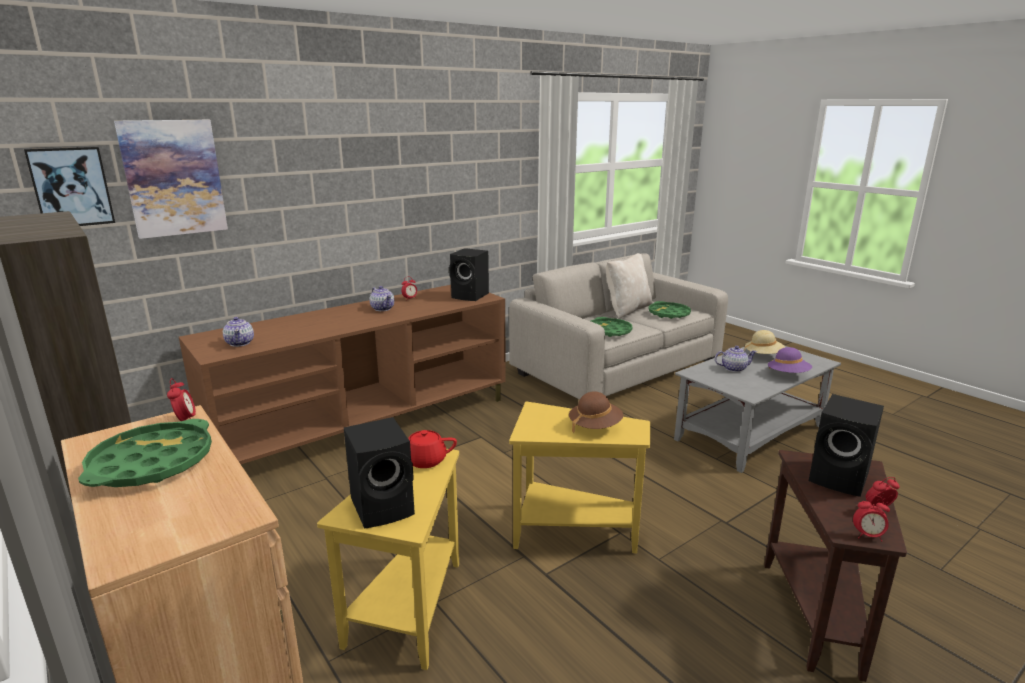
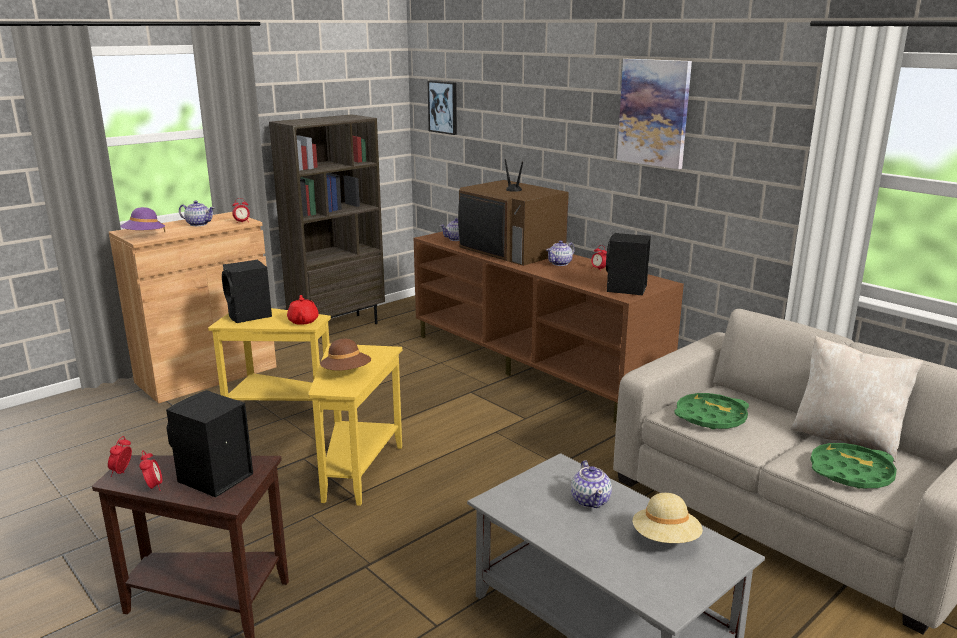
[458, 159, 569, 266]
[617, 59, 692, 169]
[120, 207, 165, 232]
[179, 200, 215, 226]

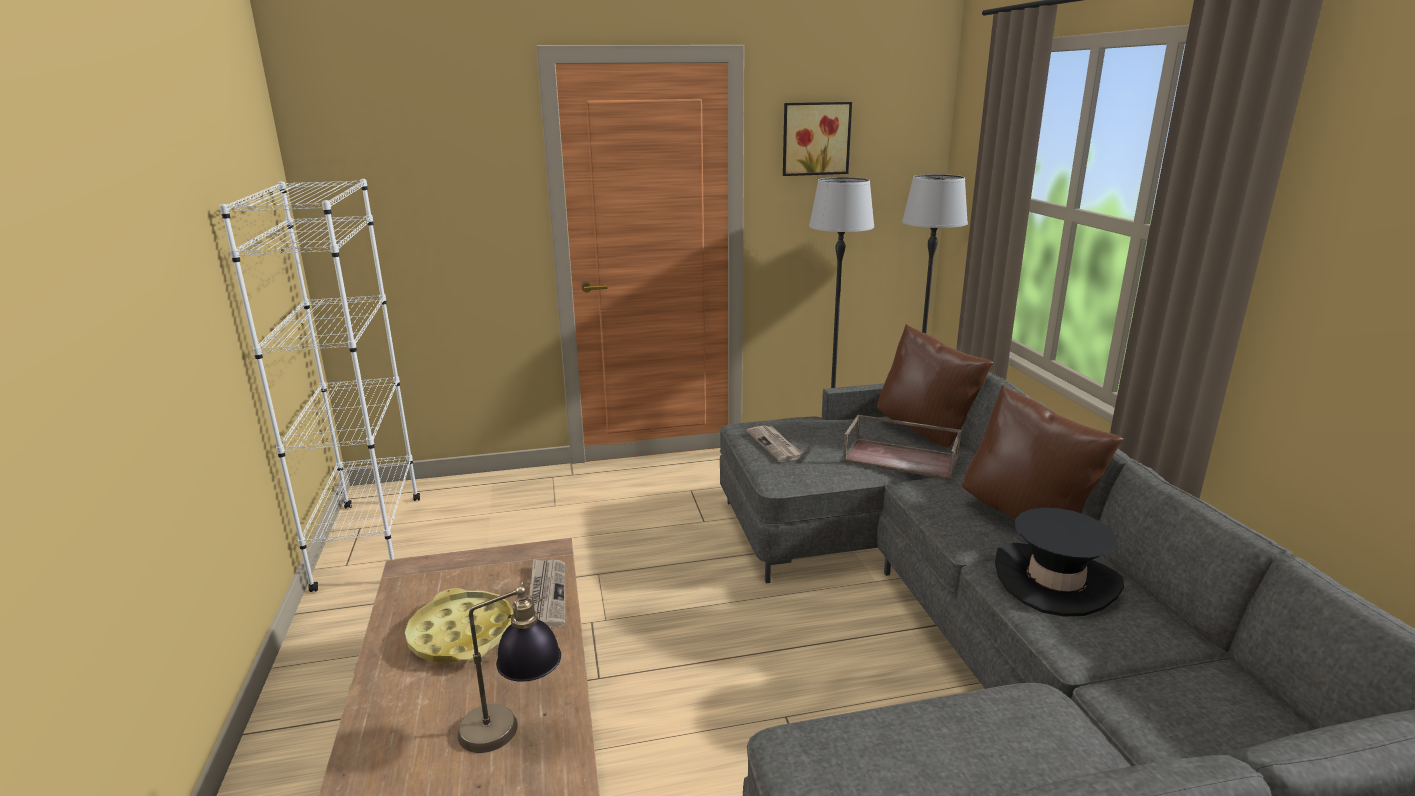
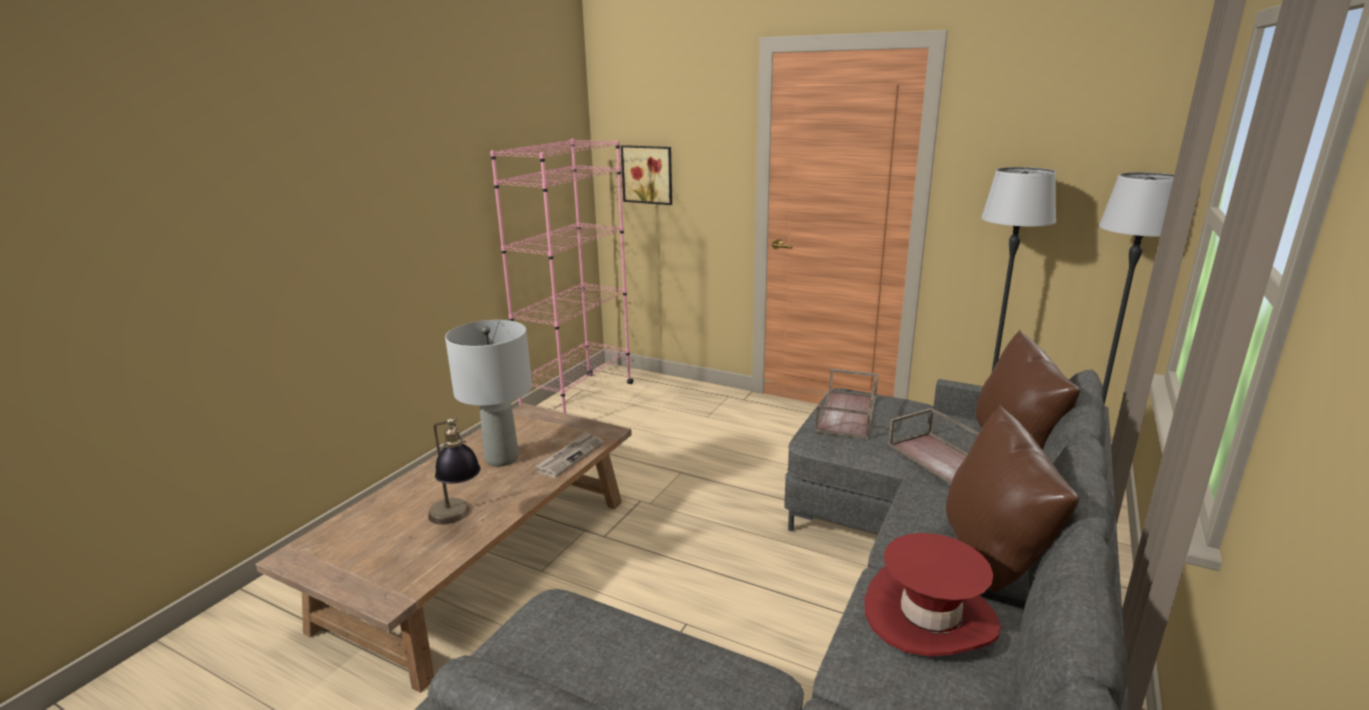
[621, 145, 672, 205]
[445, 320, 532, 467]
[815, 369, 878, 439]
[490, 139, 634, 413]
[864, 533, 1000, 656]

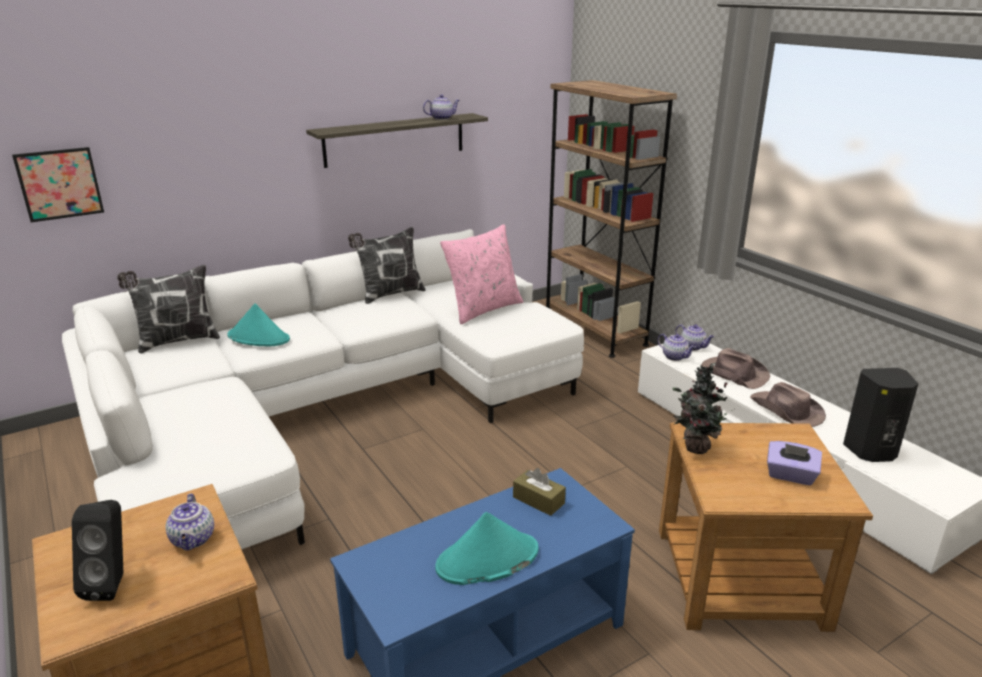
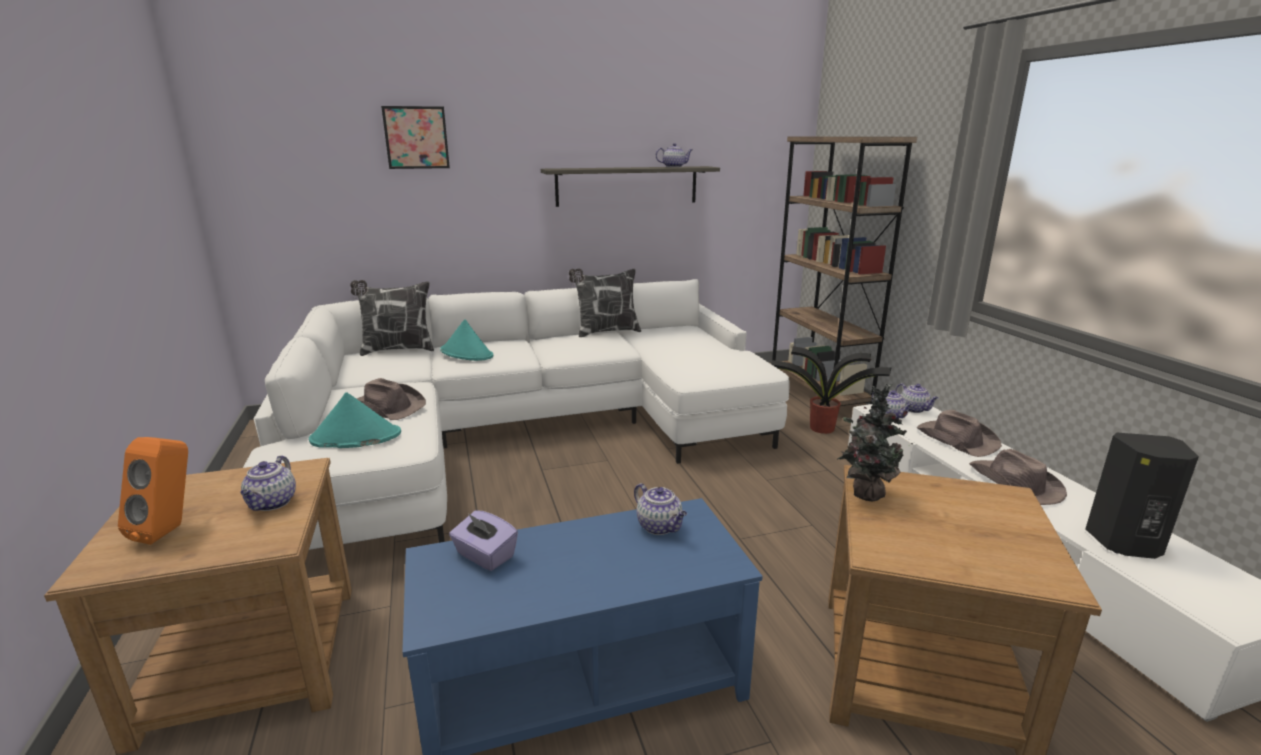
[440, 224, 523, 324] (first image)
[357, 378, 426, 420]
[771, 347, 891, 434]
[381, 106, 450, 169]
[309, 392, 401, 448]
[449, 510, 518, 571]
[634, 483, 687, 535]
[118, 437, 188, 545]

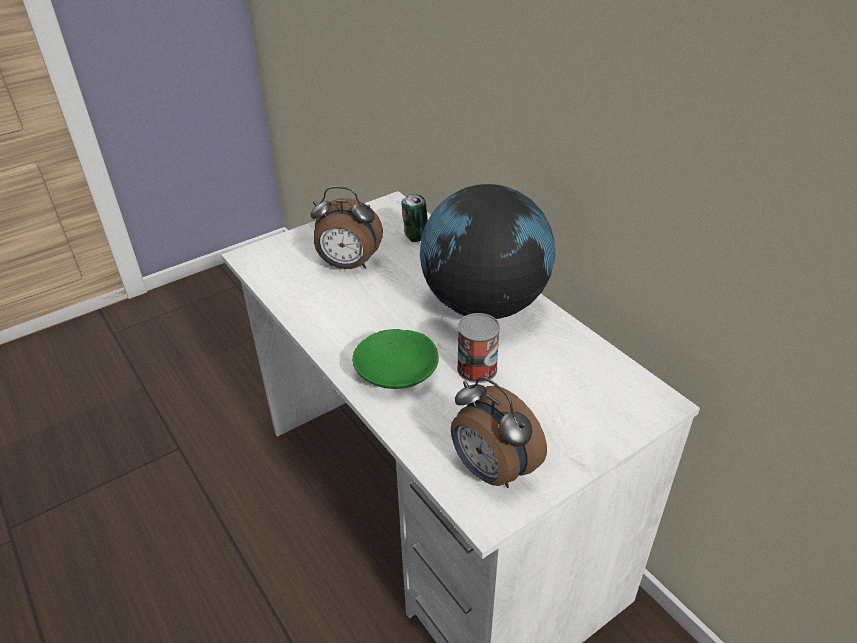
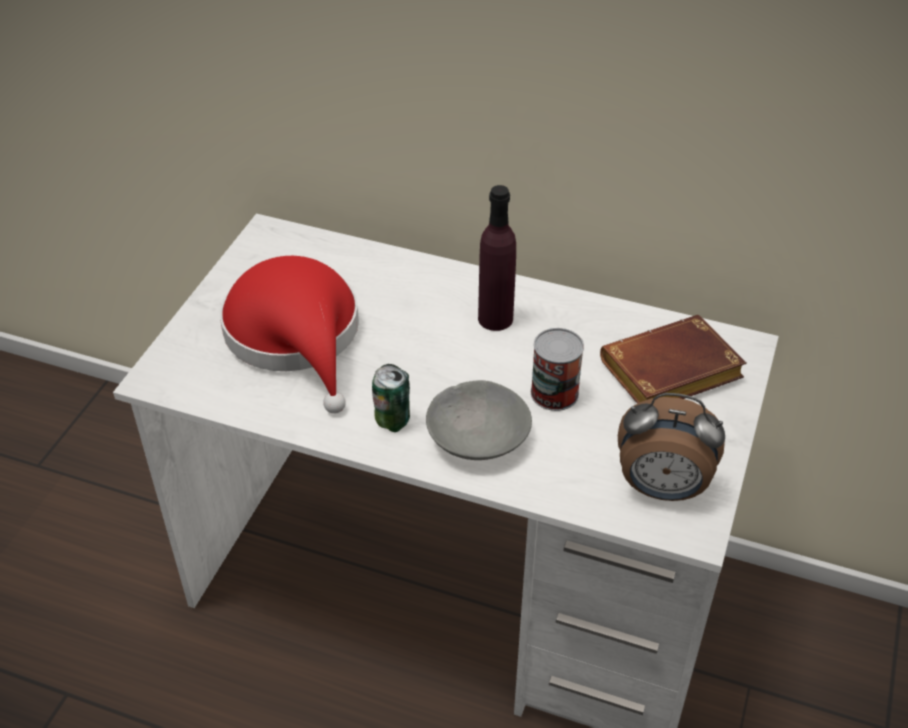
[600, 315, 747, 403]
[372, 364, 410, 432]
[220, 256, 359, 414]
[478, 185, 516, 331]
[426, 380, 532, 460]

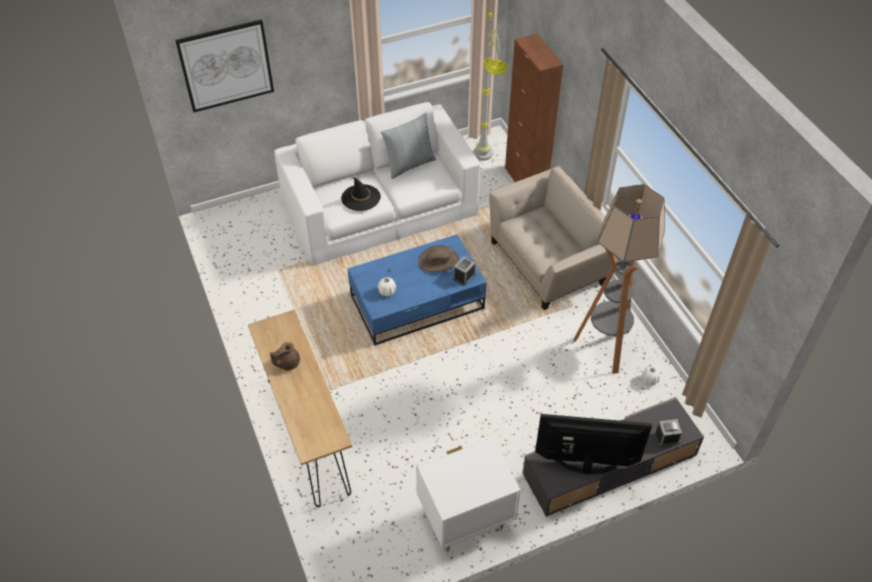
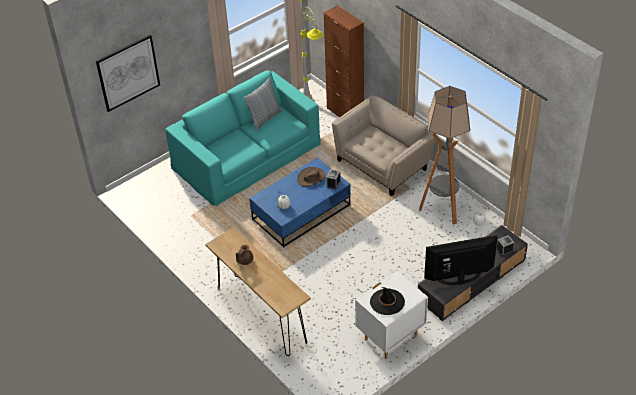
[370, 287, 405, 315]
[165, 70, 321, 206]

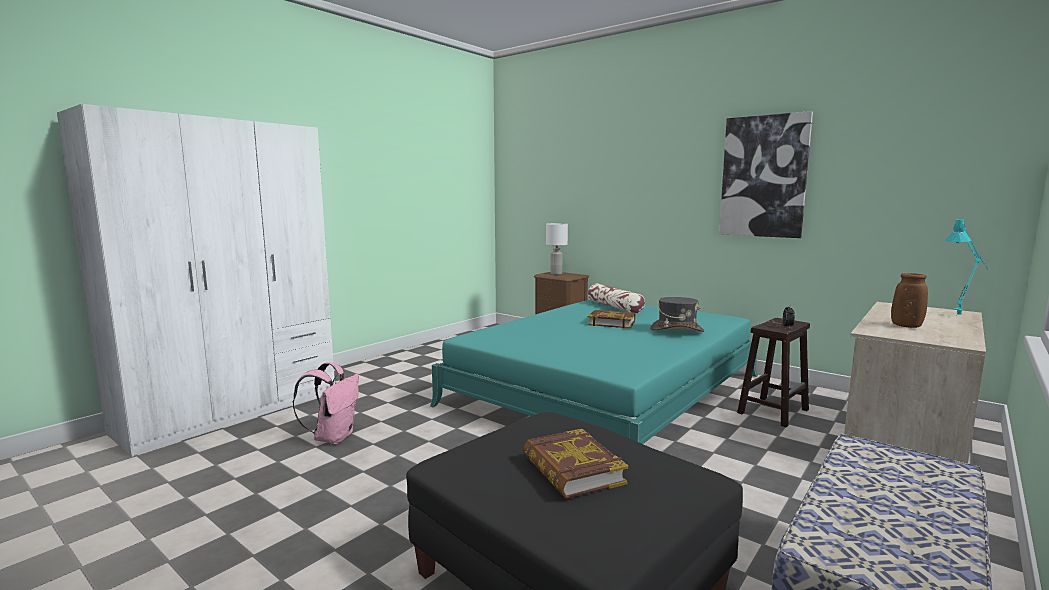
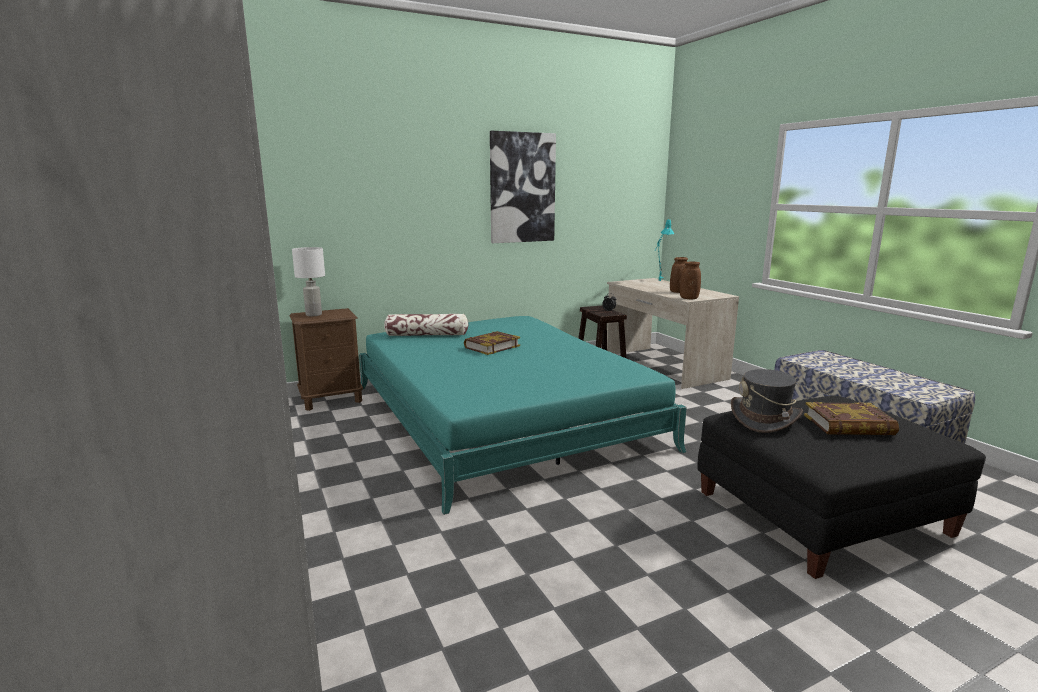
[293, 362, 359, 444] (first image)
[680, 262, 701, 299]
[731, 369, 803, 433]

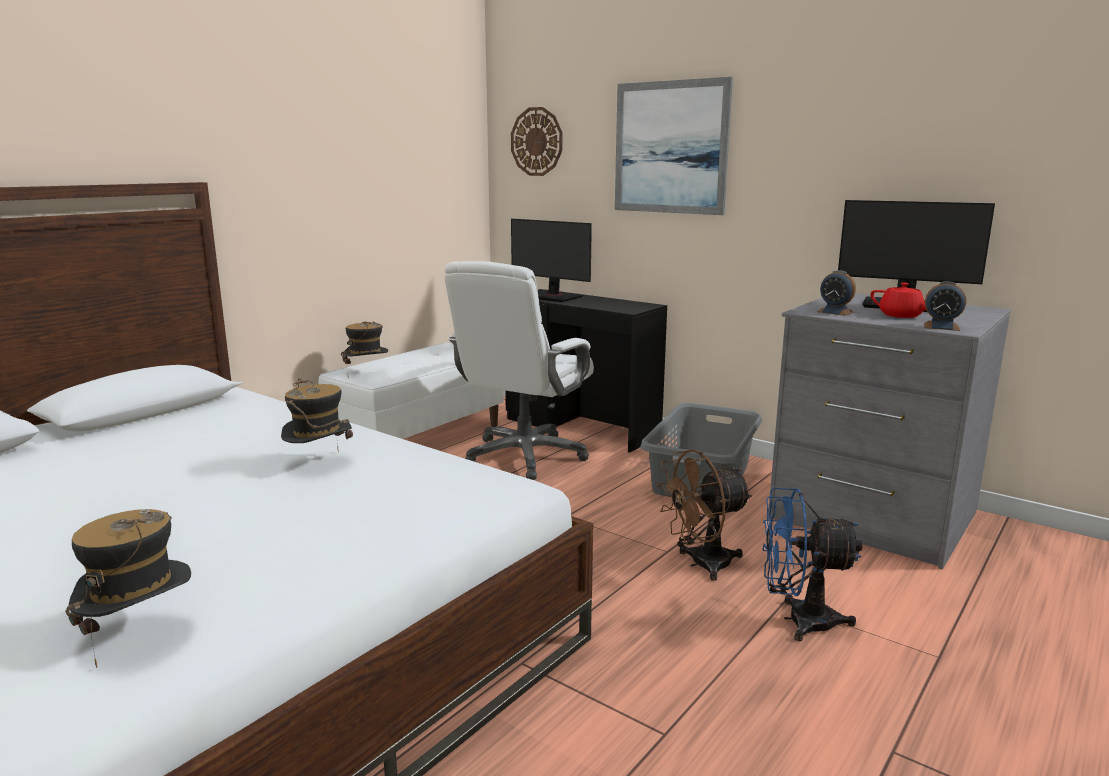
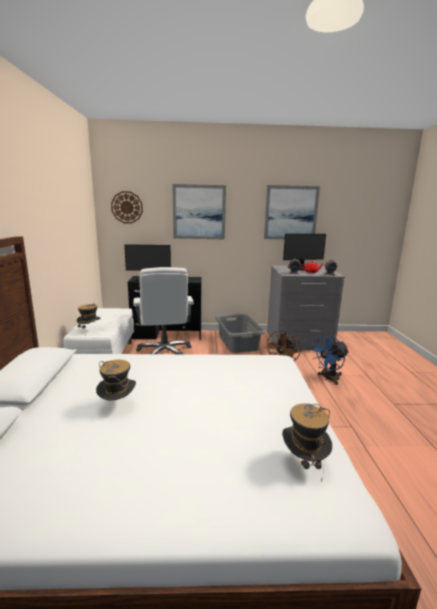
[264, 185, 320, 239]
[96, 360, 136, 400]

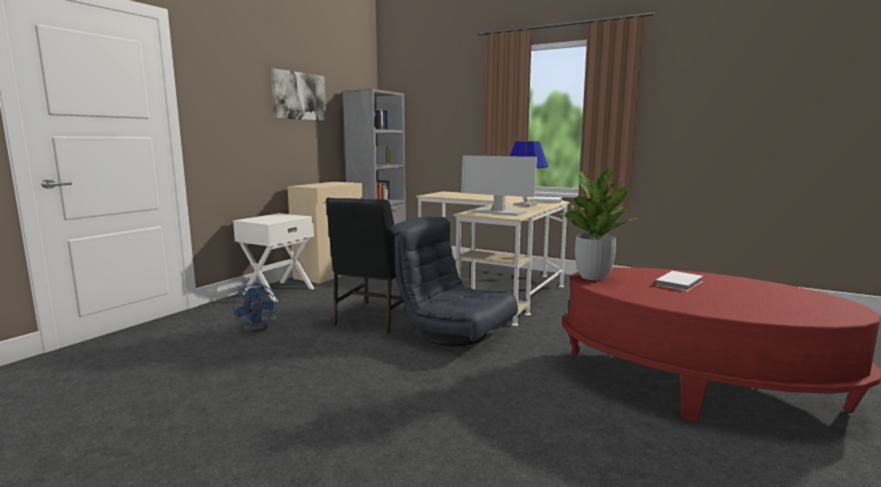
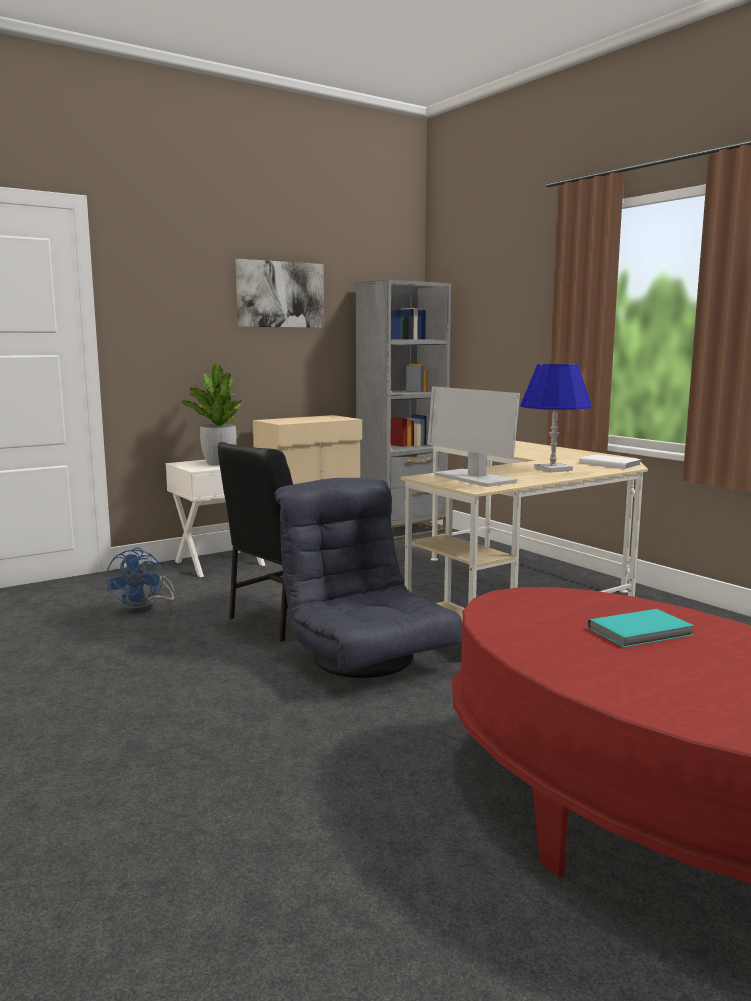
[181, 363, 243, 465]
[588, 609, 695, 647]

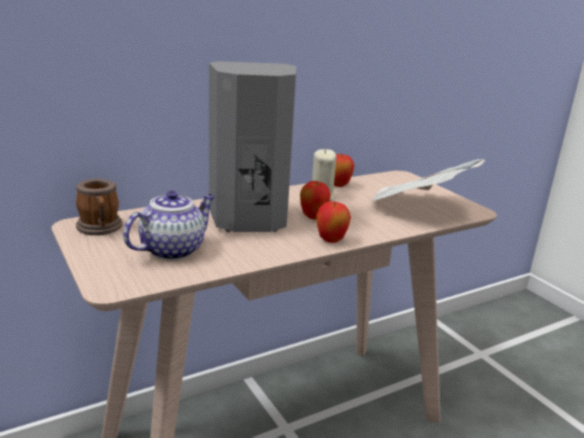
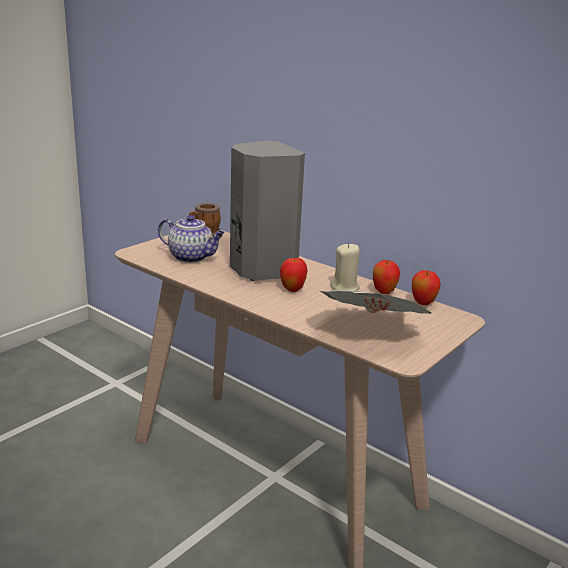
[412, 270, 441, 305]

